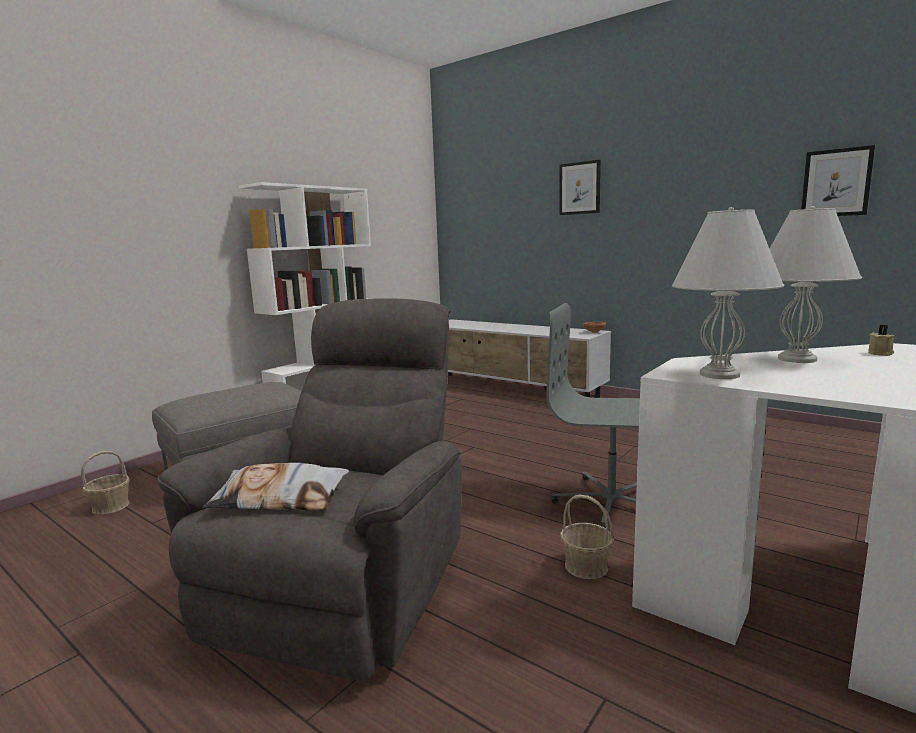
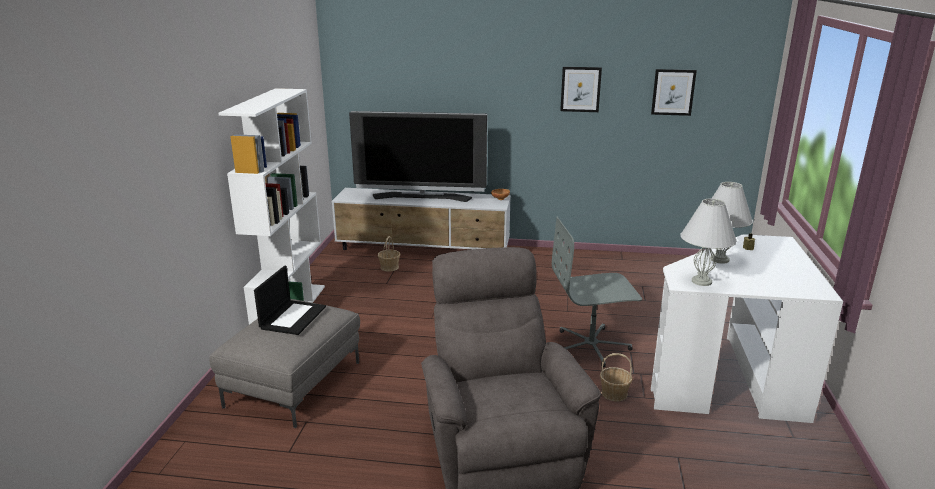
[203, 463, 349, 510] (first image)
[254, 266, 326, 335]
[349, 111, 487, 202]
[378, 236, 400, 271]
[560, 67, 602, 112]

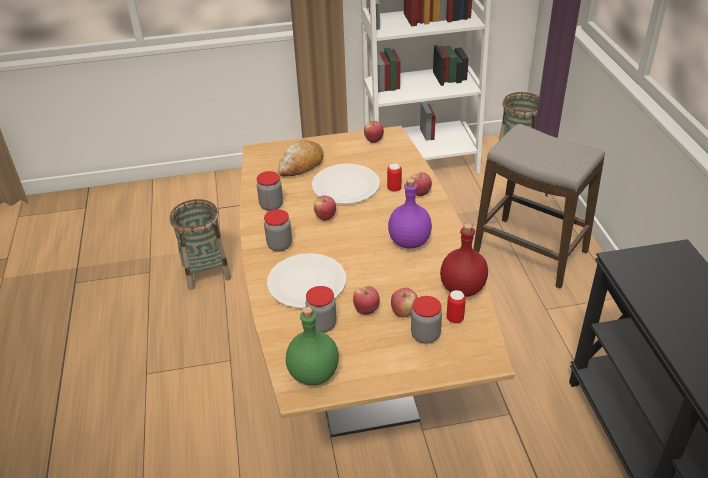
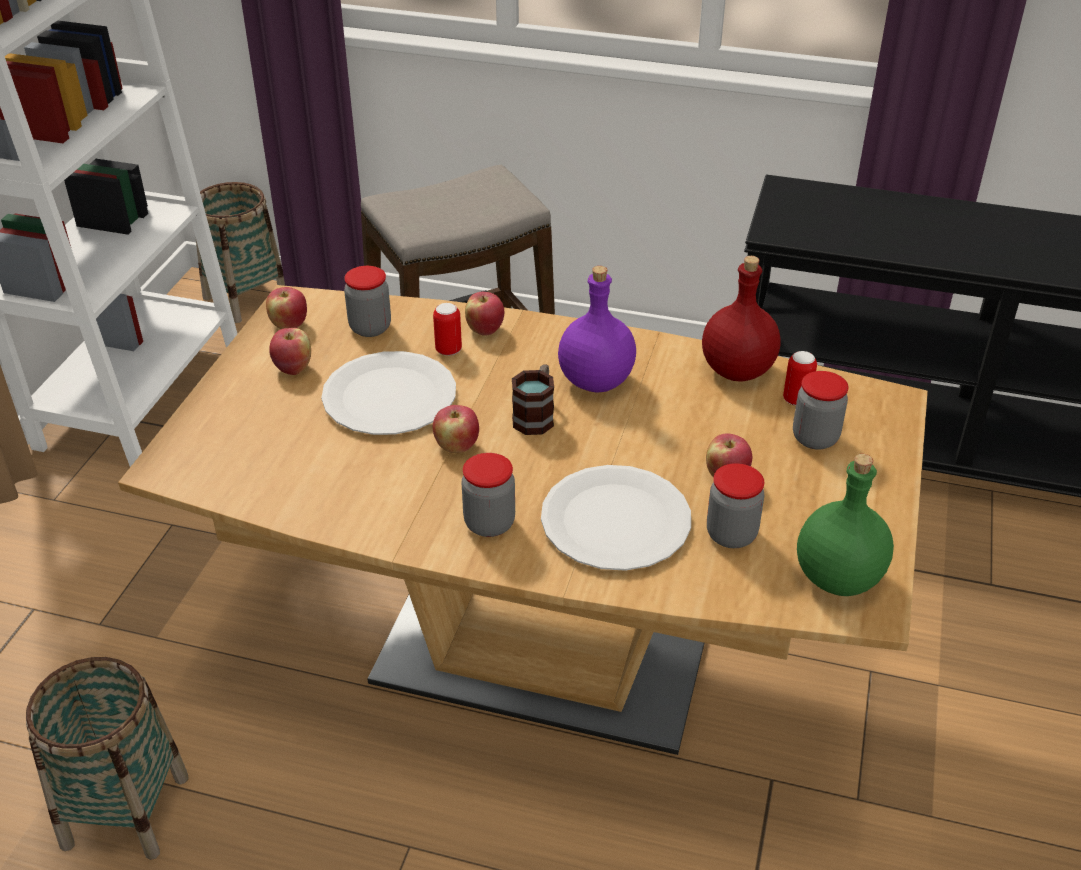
[278, 139, 323, 176] (first image)
[512, 364, 554, 435]
[344, 266, 391, 337]
[269, 328, 311, 375]

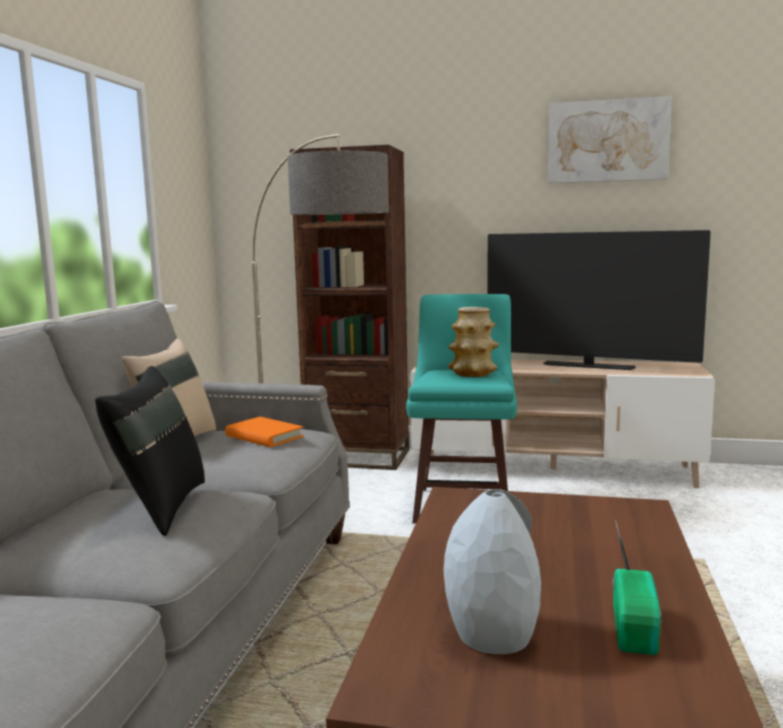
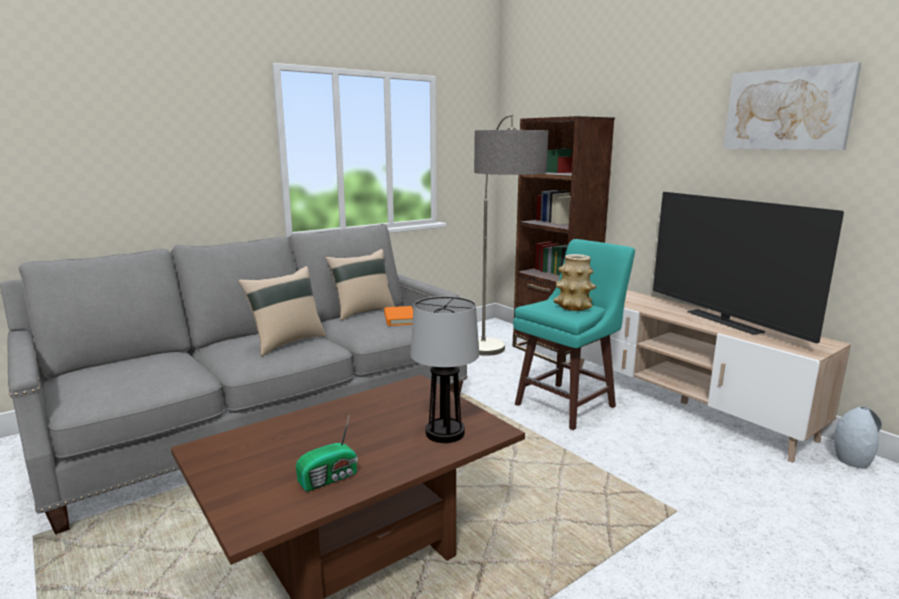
[410, 296, 479, 443]
[834, 406, 882, 468]
[238, 266, 326, 356]

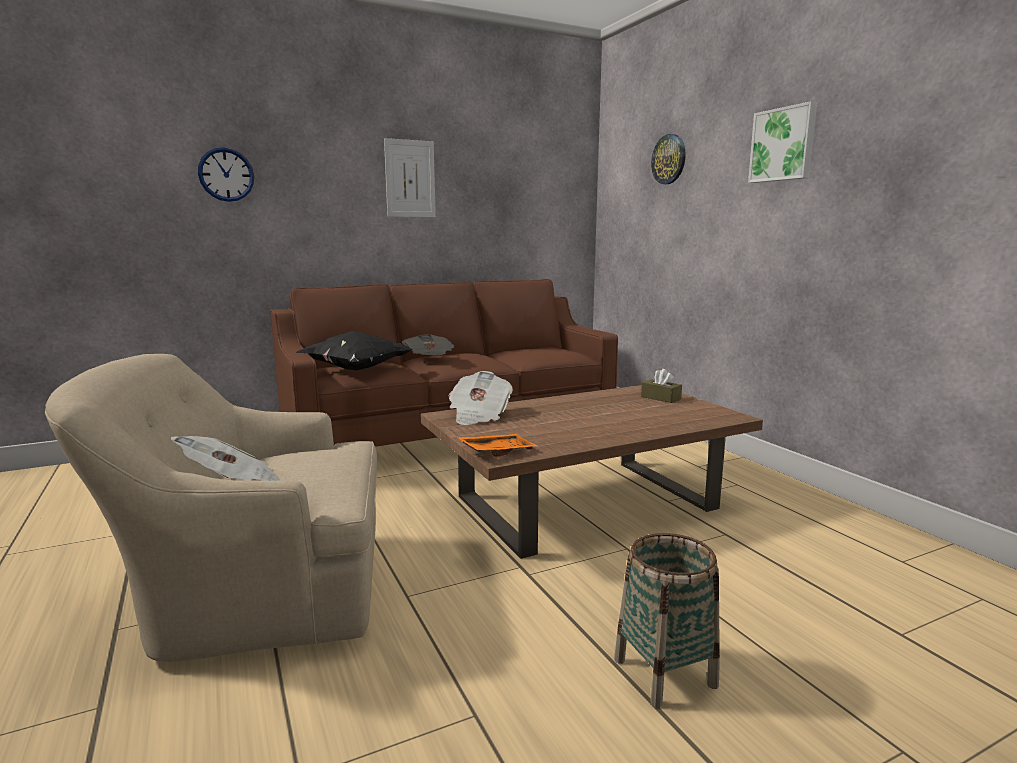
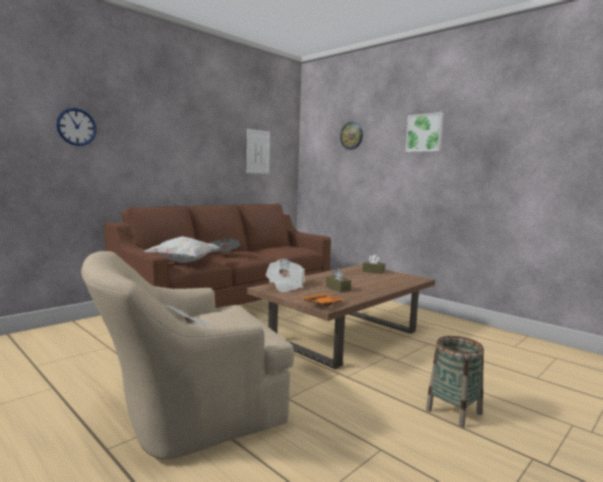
[326, 268, 351, 292]
[247, 129, 270, 174]
[143, 236, 220, 263]

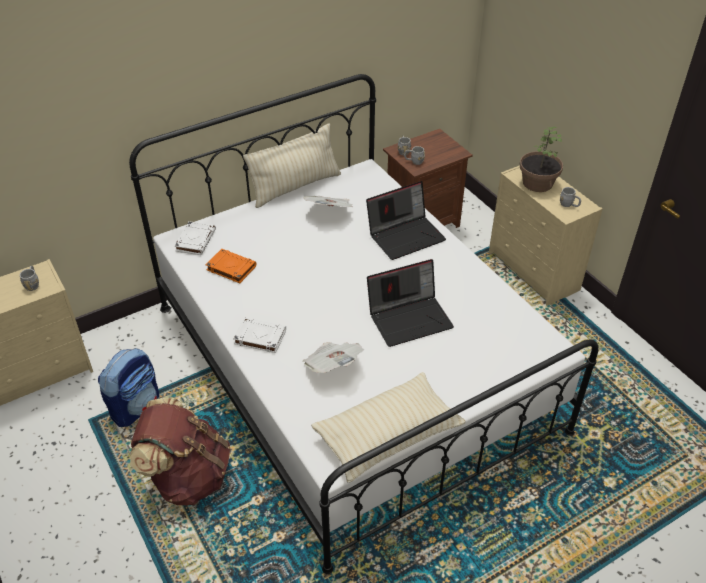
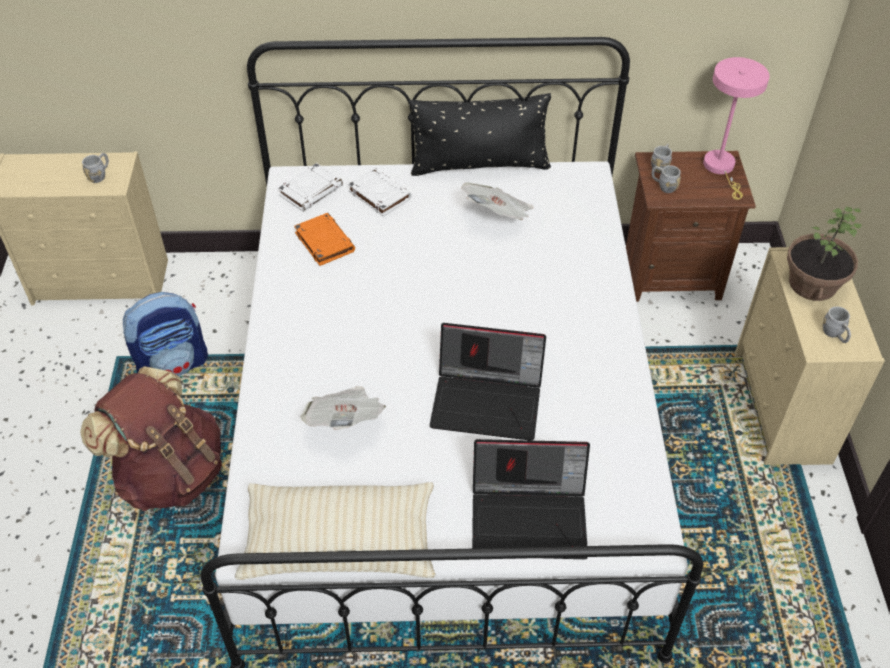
[703, 57, 770, 200]
[348, 168, 412, 217]
[472, 439, 590, 559]
[409, 93, 551, 176]

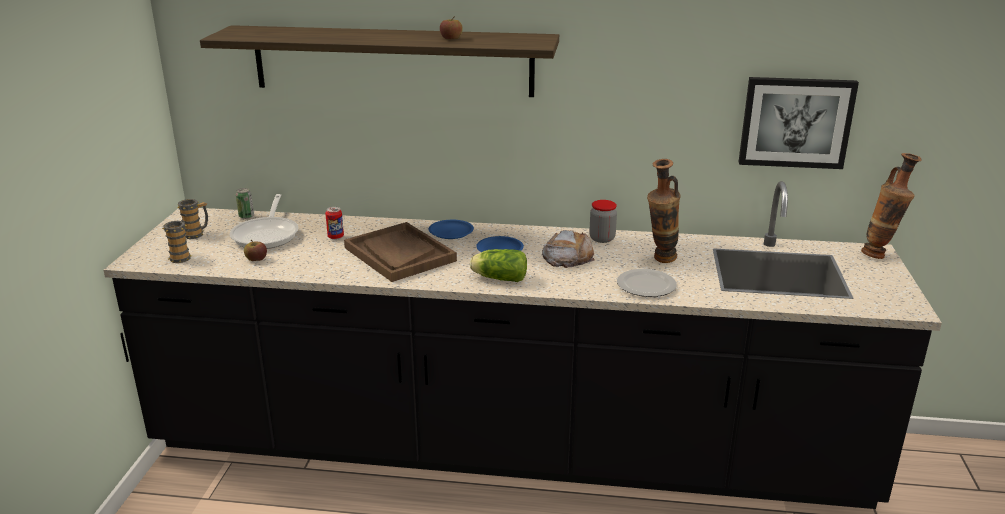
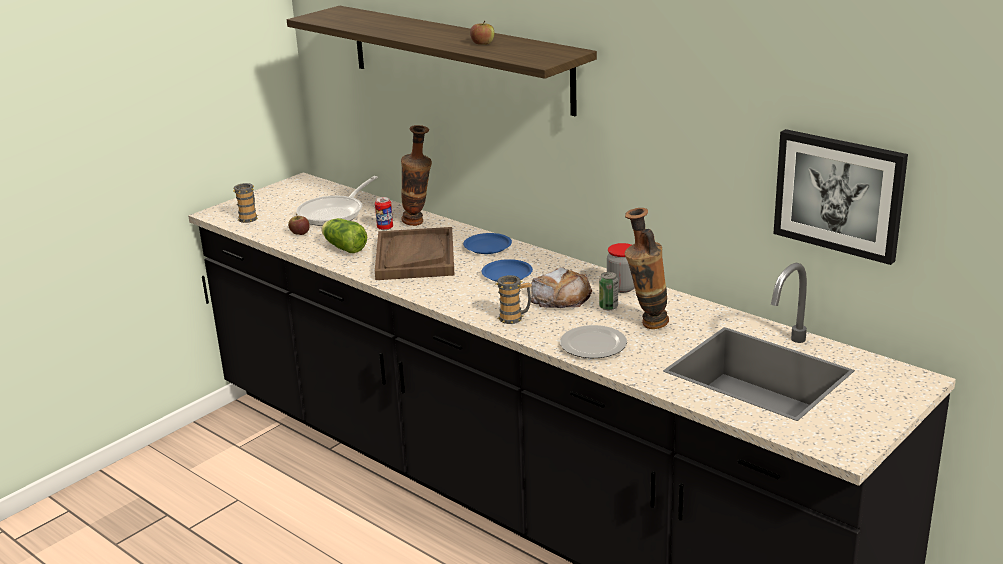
[496, 275, 532, 324]
[599, 272, 618, 310]
[322, 218, 367, 253]
[401, 125, 432, 226]

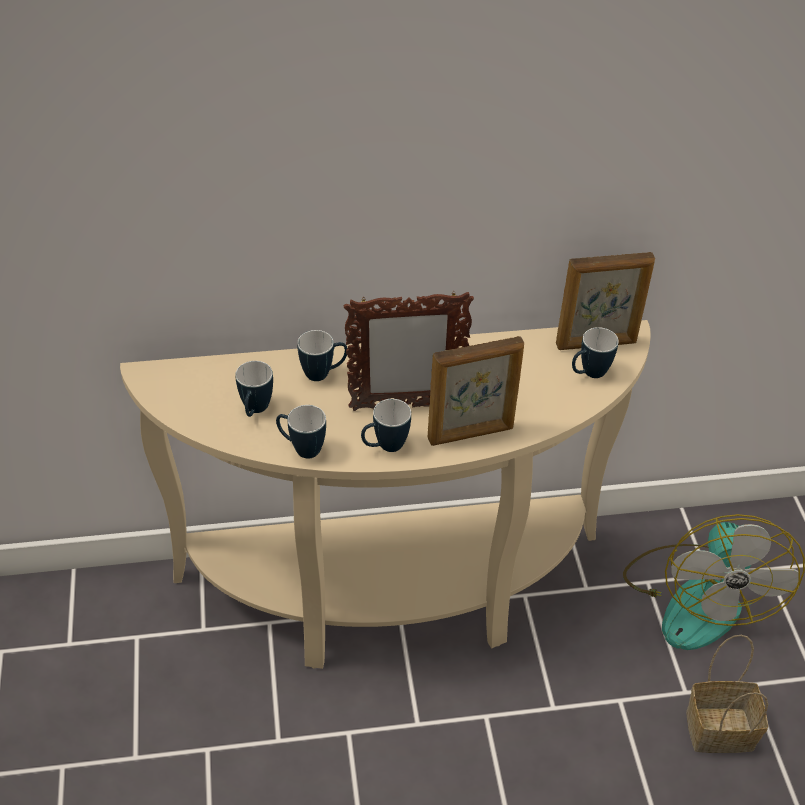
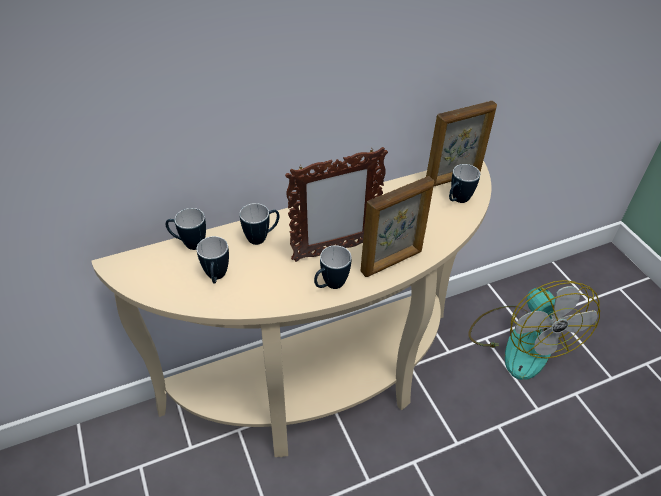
[686, 635, 768, 753] (first image)
[166, 208, 206, 250]

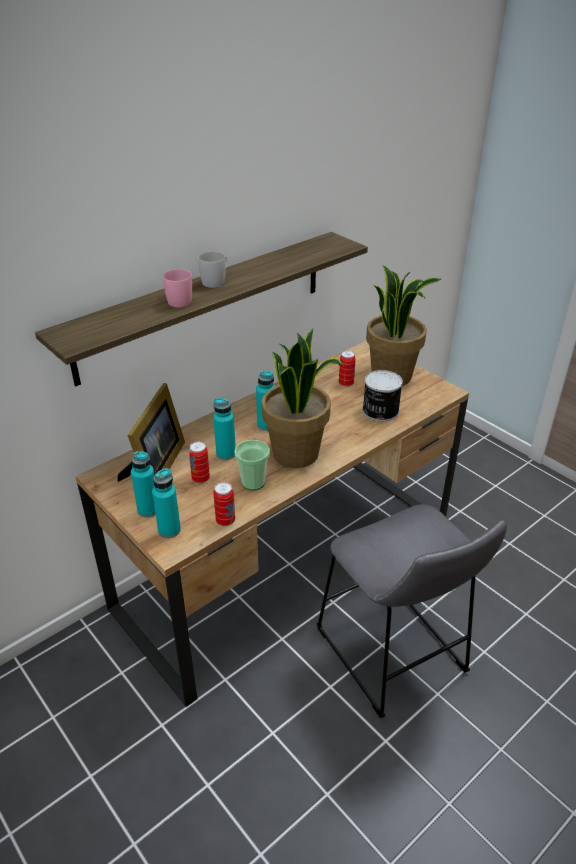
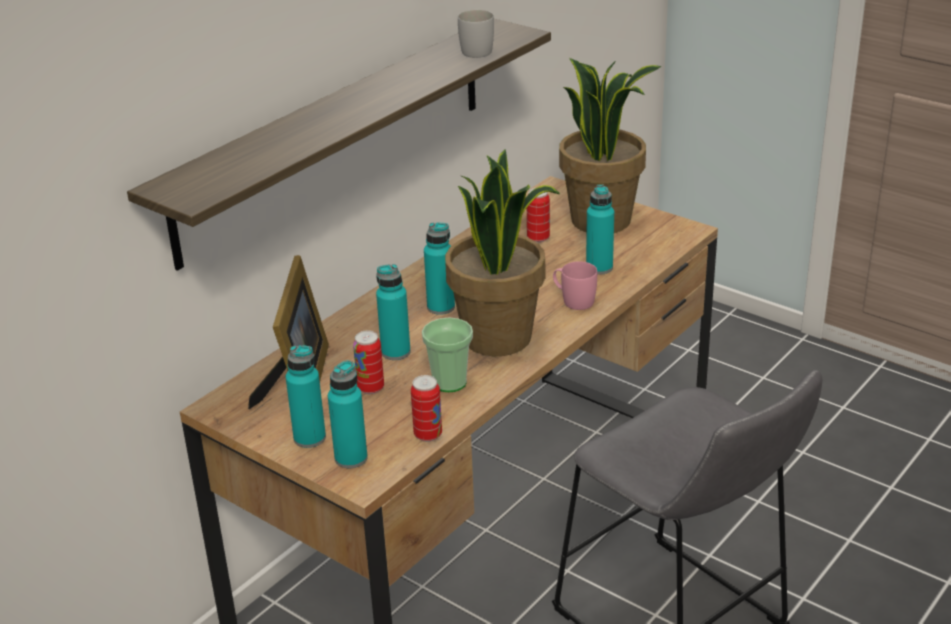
[553, 261, 597, 310]
[458, 10, 494, 58]
[586, 184, 614, 275]

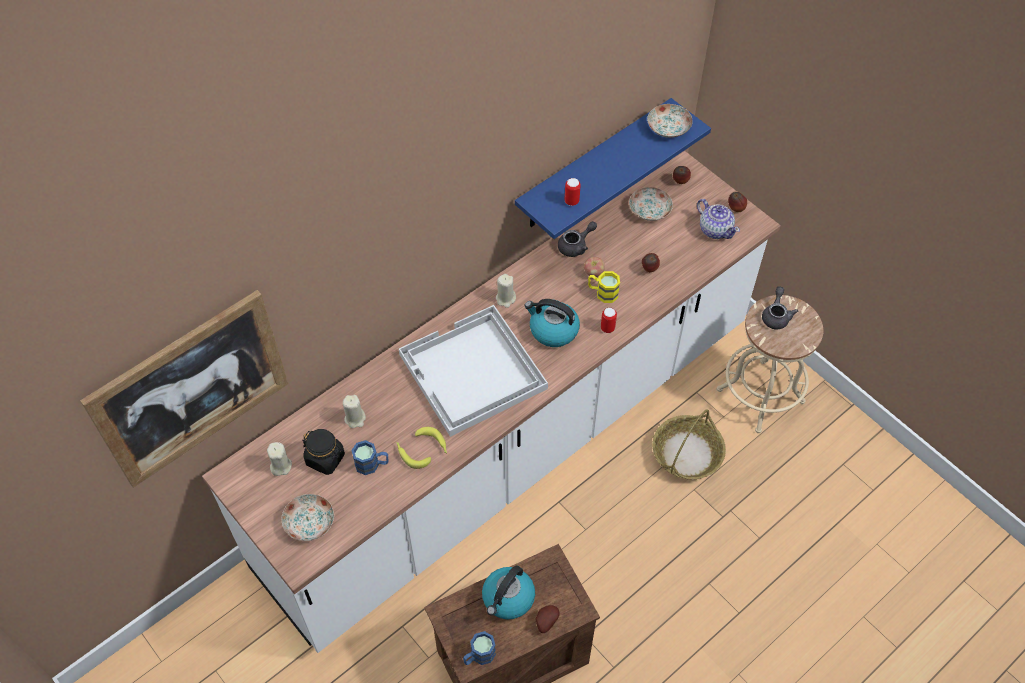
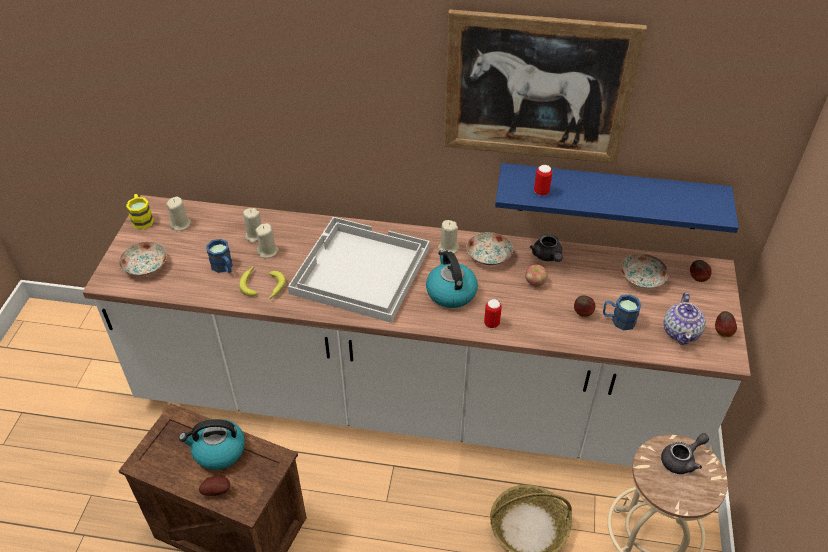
[302, 429, 345, 475] (first image)
[255, 223, 279, 258]
[444, 9, 647, 164]
[603, 294, 642, 330]
[126, 194, 154, 229]
[467, 232, 513, 265]
[530, 234, 563, 262]

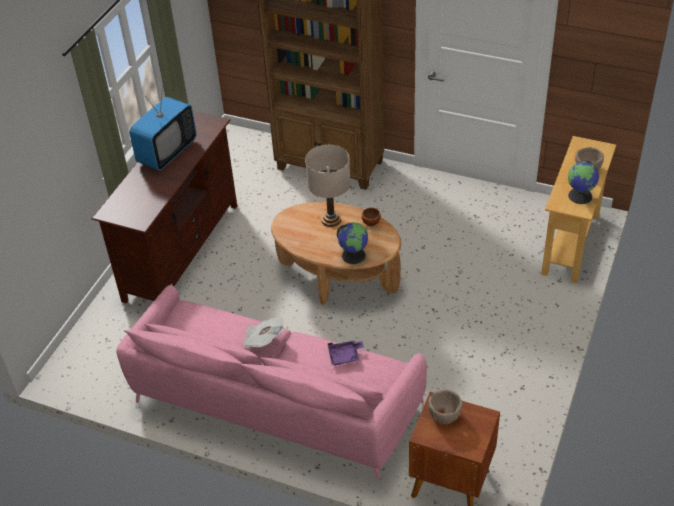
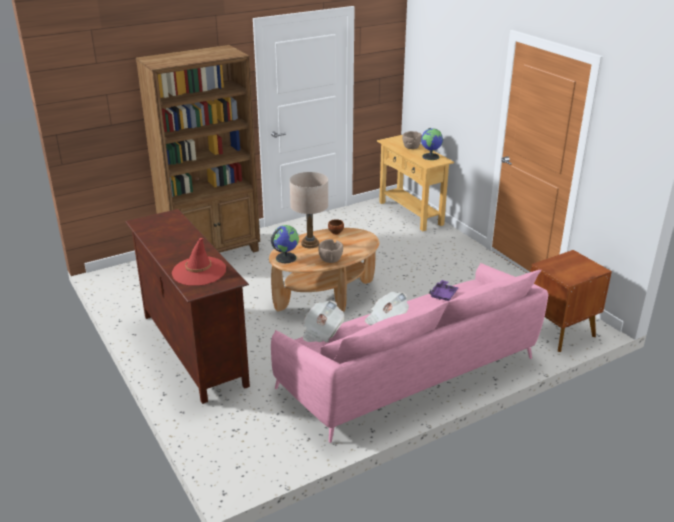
[129, 86, 197, 171] (first image)
[172, 238, 226, 286]
[303, 300, 344, 343]
[271, 225, 299, 263]
[318, 239, 343, 263]

